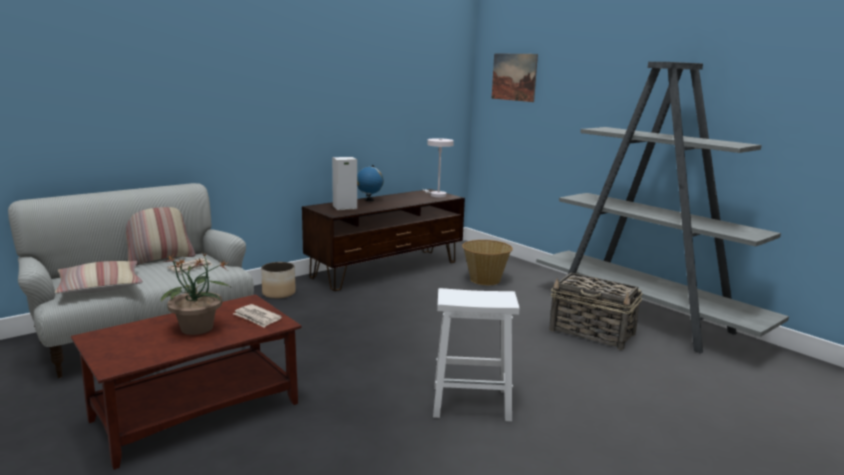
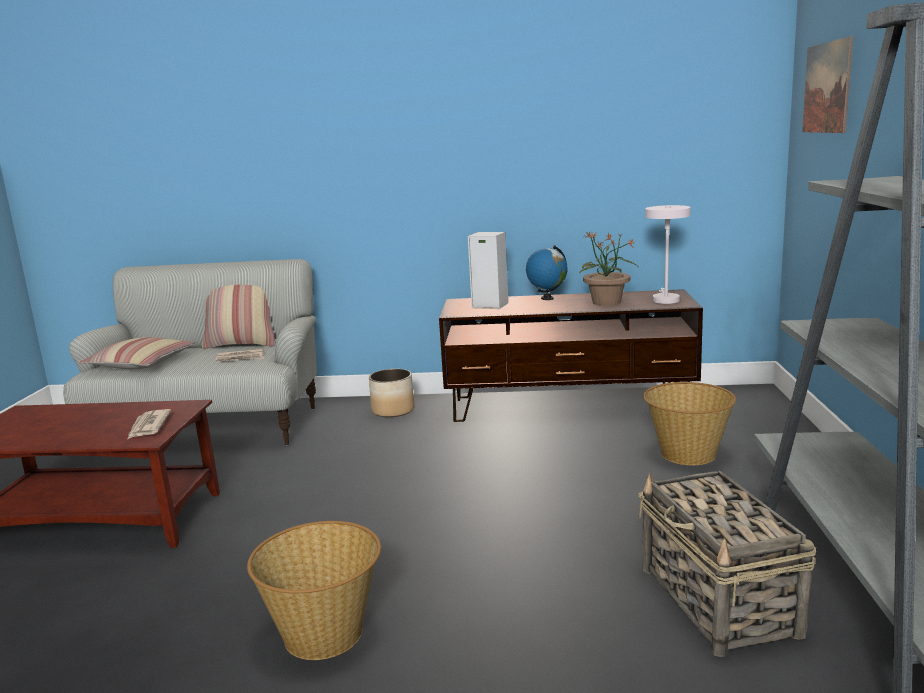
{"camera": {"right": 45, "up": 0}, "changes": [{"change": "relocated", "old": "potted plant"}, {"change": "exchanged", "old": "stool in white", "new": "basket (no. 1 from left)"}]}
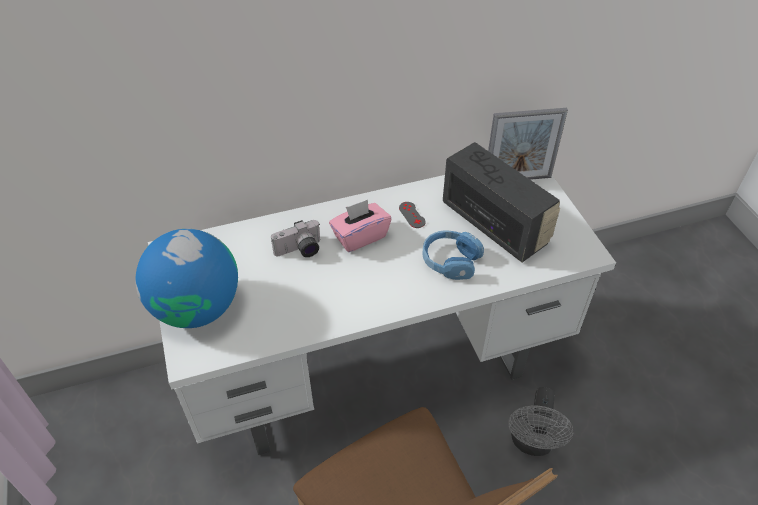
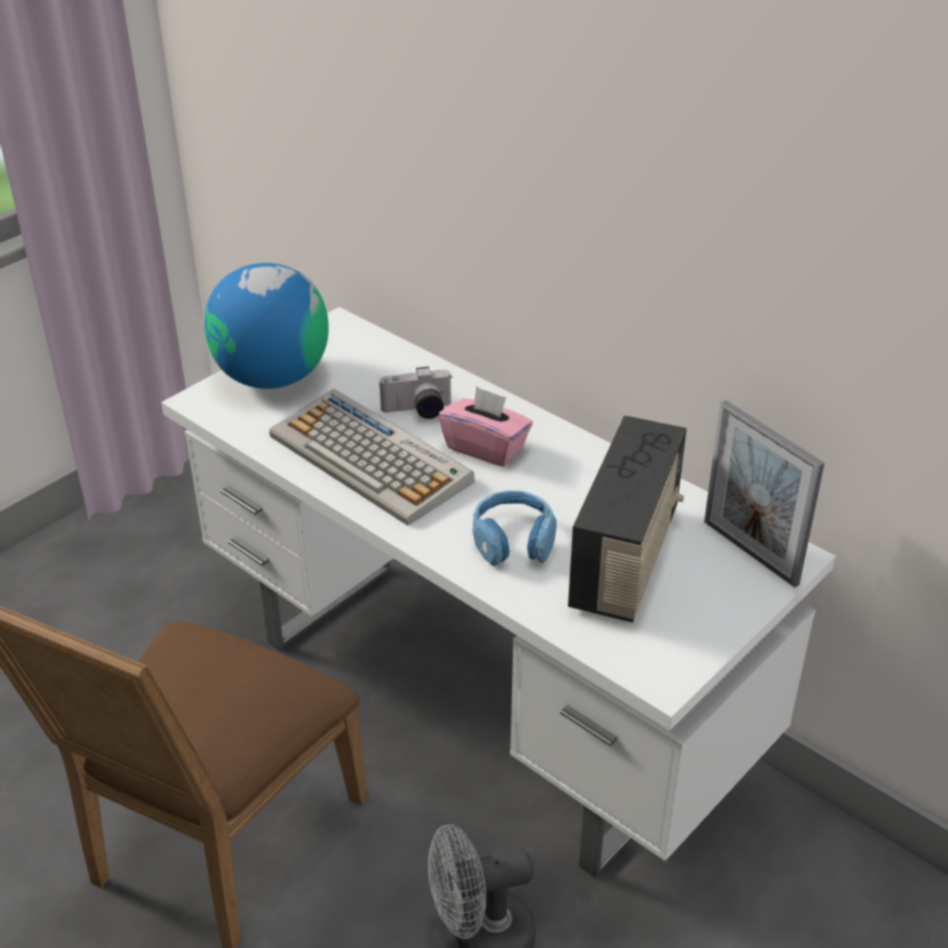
{"camera": {"right": 60, "up": -10}, "changes": [{"change": "missing", "old": "game controller in grey"}, {"change": "appeared", "new": "keyboard"}, {"change": "spun", "old": "photo camera", "degrees": -45}]}
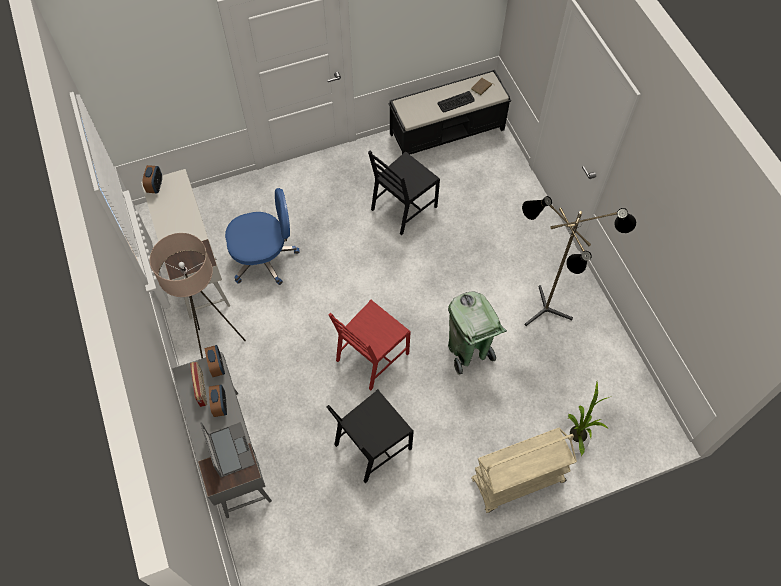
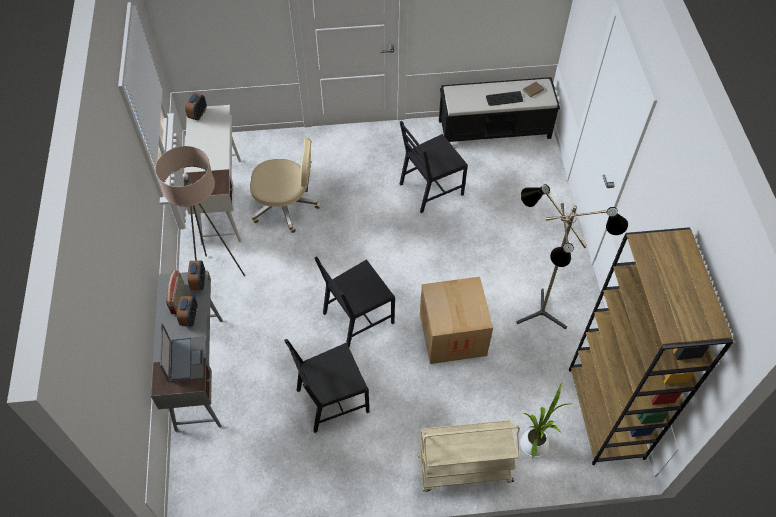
{"camera": {"right": 15, "up": -5}, "changes": [{"change": "appeared", "new": "bookcase in brown"}, {"change": "exchanged", "old": "trash can in green", "new": "cardboard box"}, {"change": "colour", "old": "office chair in blue", "new": "office chair in beige"}, {"change": "colour", "old": "chair in red", "new": "chair in black (no. 2 from left)"}]}
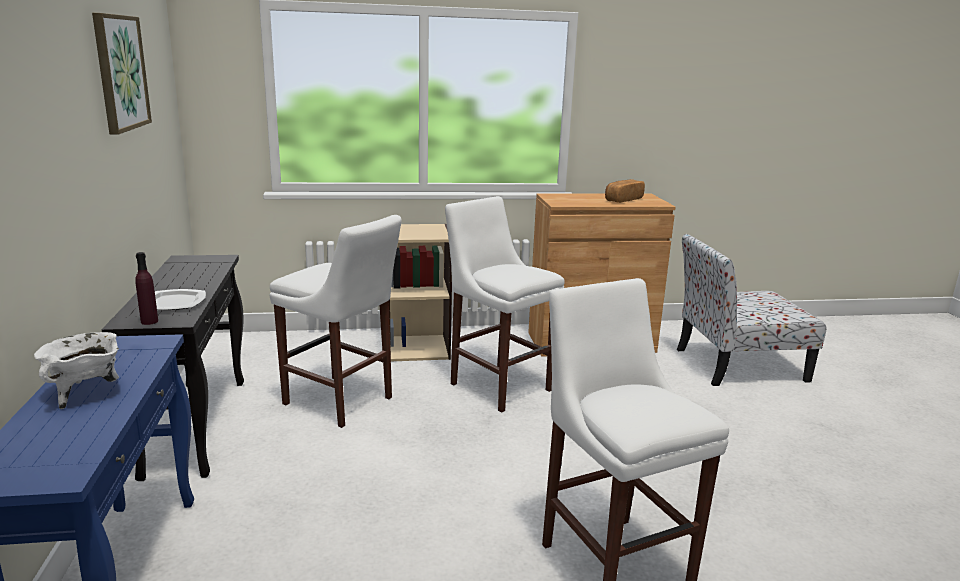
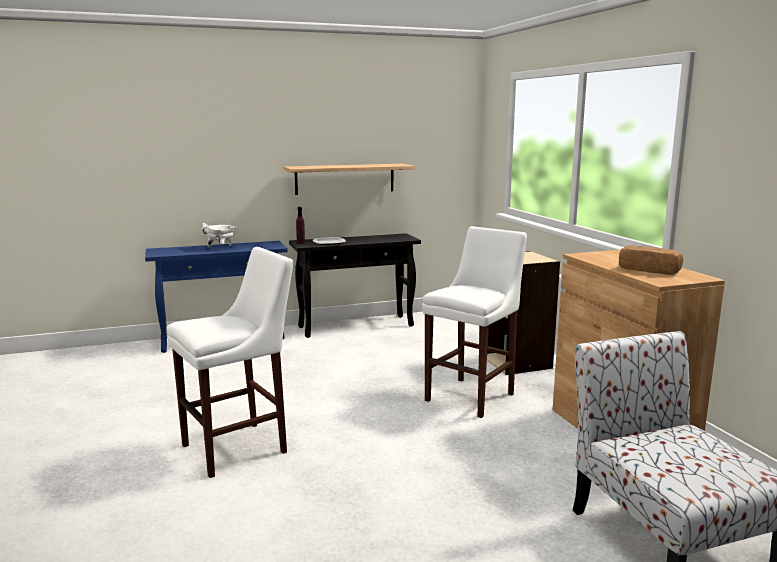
{"camera": {"right": 80, "up": -5}, "changes": [{"change": "missing", "old": "picture"}, {"change": "missing", "old": "stool in white (no. 1 from left)"}, {"change": "appeared", "new": "shelf"}]}
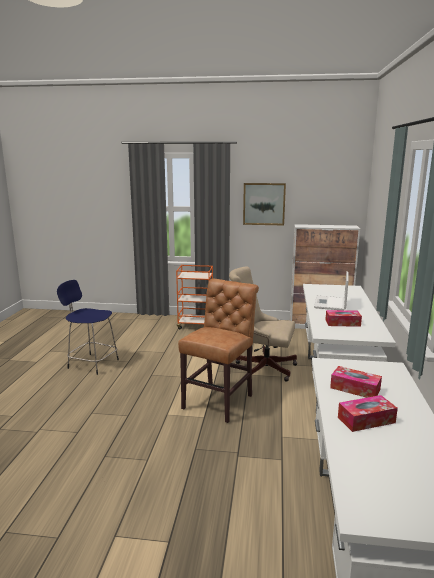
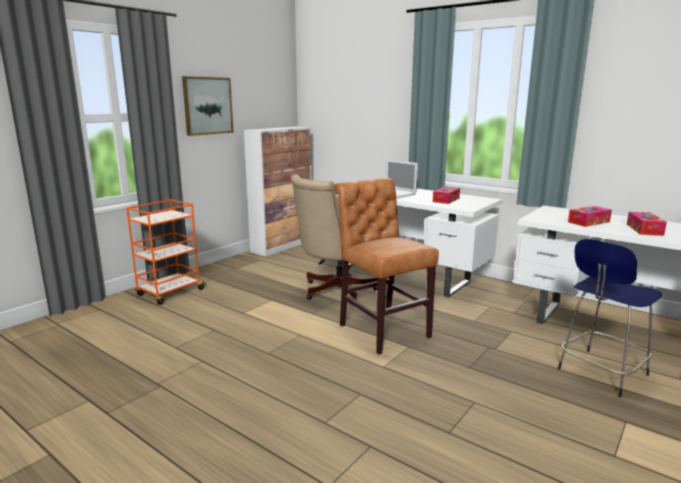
{"camera": {"right": -60, "up": 0}, "changes": [{"change": "relocated", "old": "stool in blue"}]}
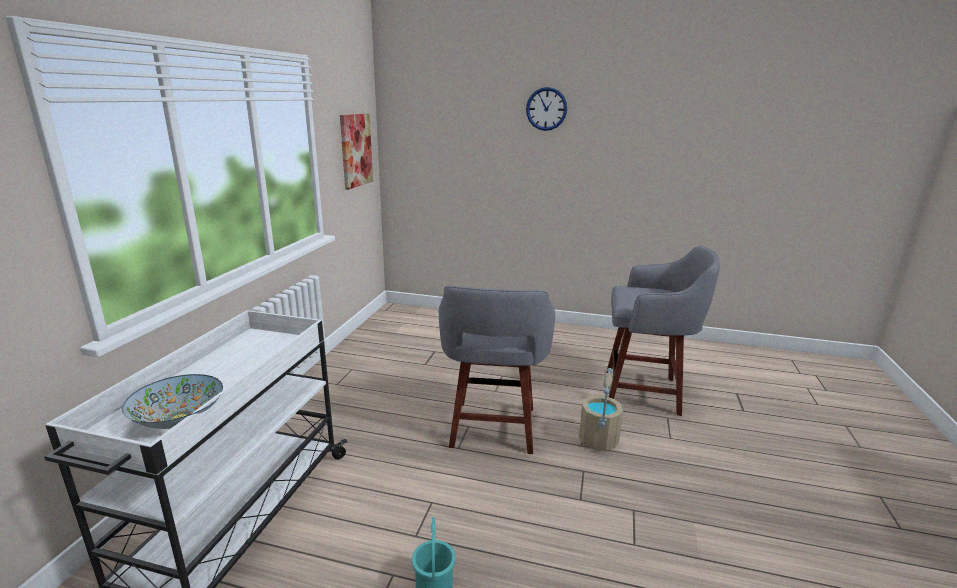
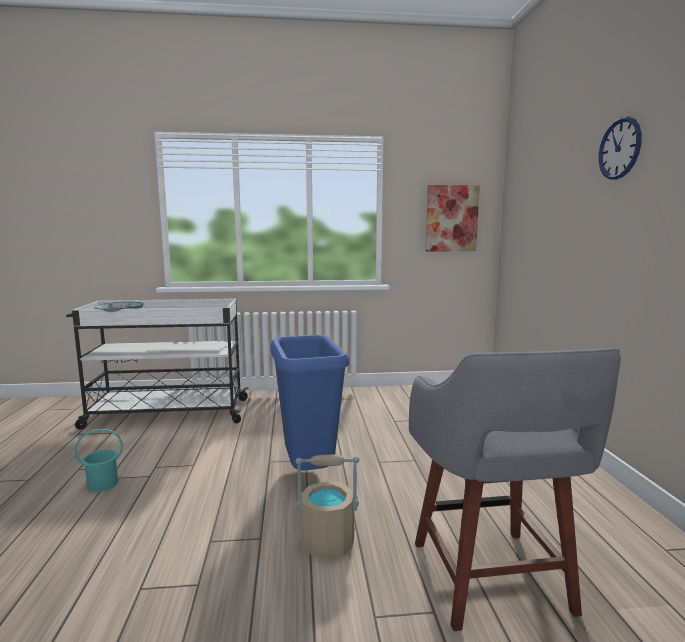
{"camera": {"right": 70, "up": -10}, "changes": [{"change": "exchanged", "old": "stool in grey (no. 1 from left)", "new": "trash can in blue"}]}
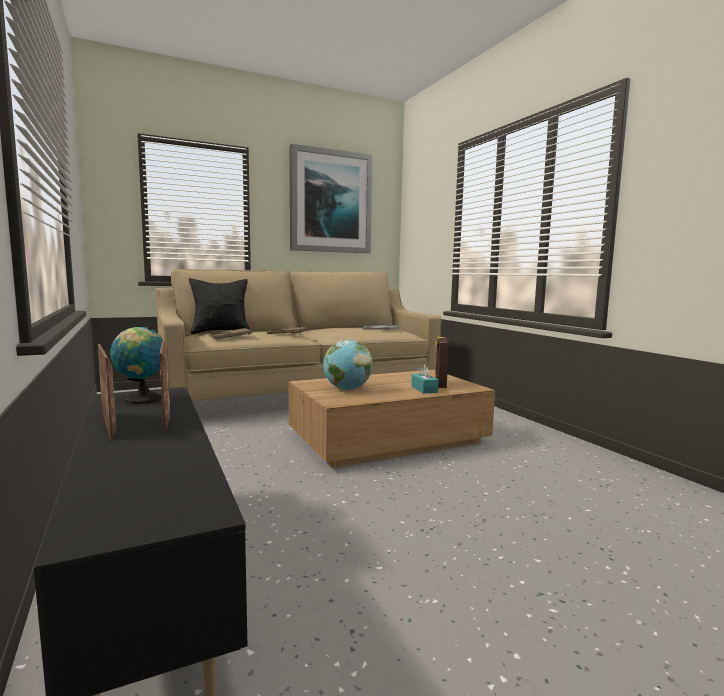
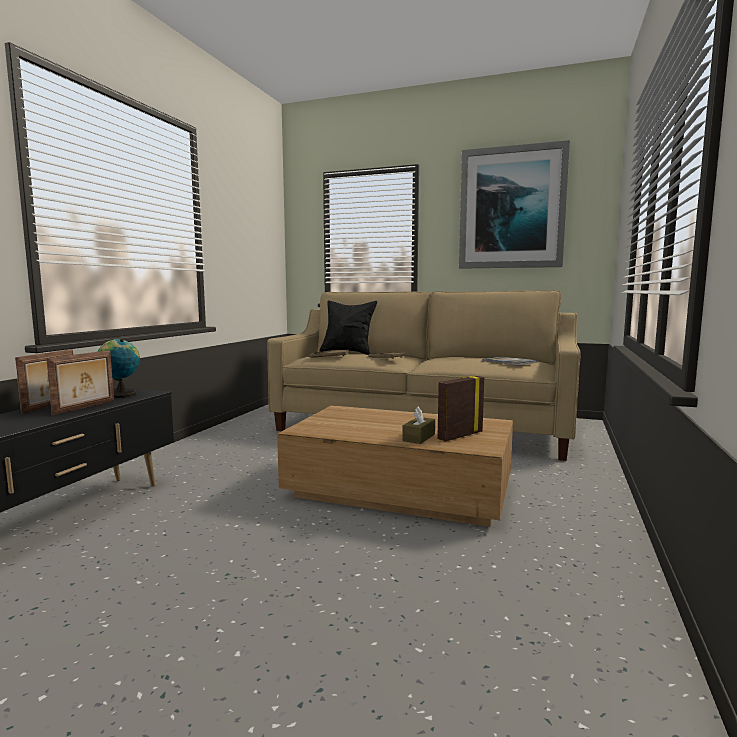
{"camera": {"right": 45, "up": 0}, "changes": [{"change": "missing", "old": "globe (no. 2 from left)"}, {"change": "colour", "old": "tissue box in turquoise", "new": "tissue box in brown"}]}
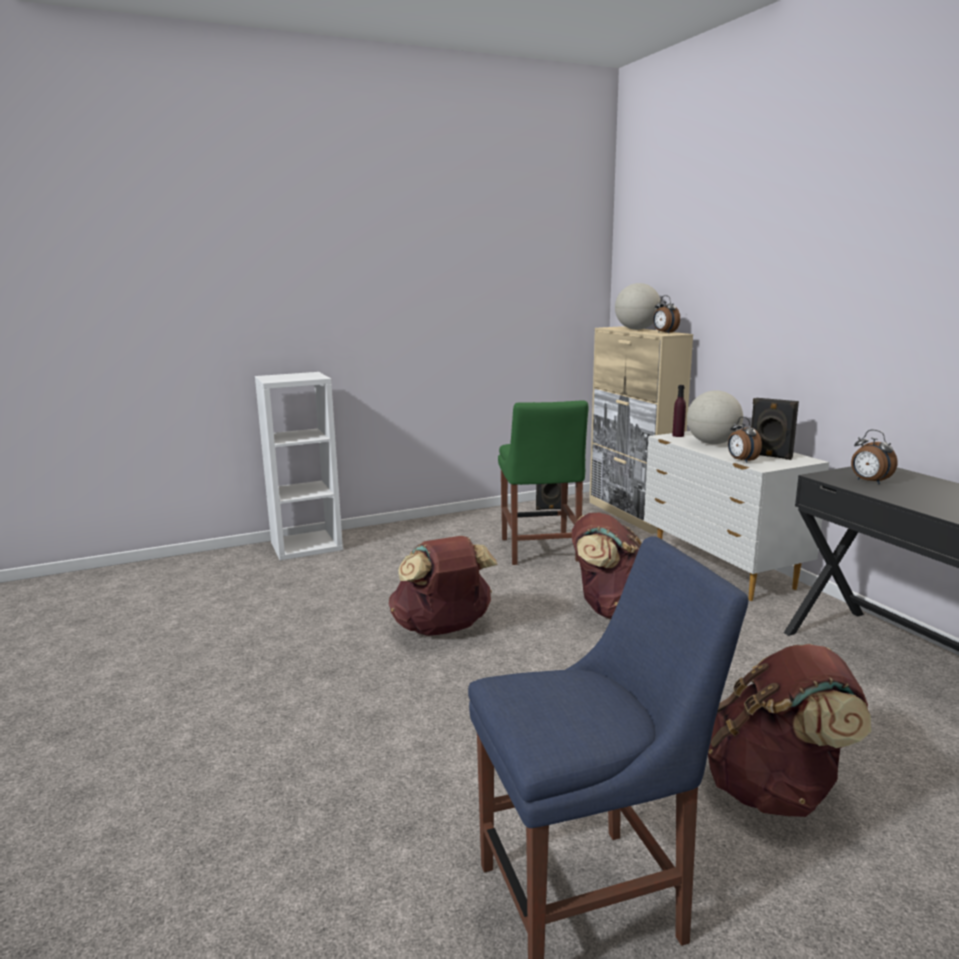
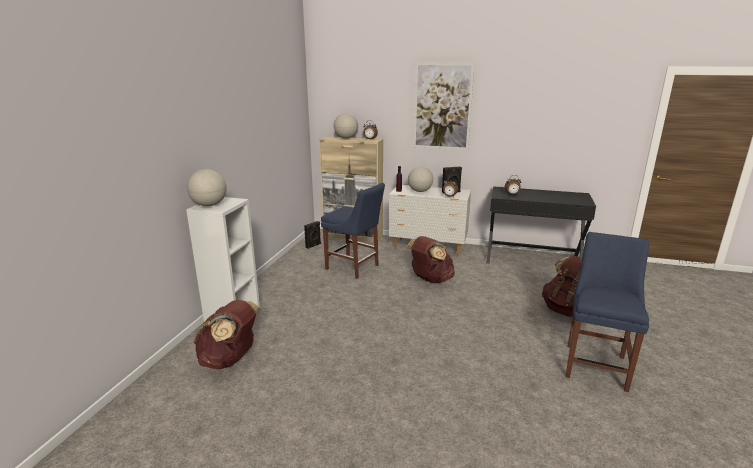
{"camera": {"right": -50, "up": 5}, "changes": [{"change": "appeared", "new": "globe (no. 1 from left)"}, {"change": "appeared", "new": "picture"}, {"change": "relocated", "old": "backpack in brown (no. 1 from left)"}, {"change": "colour", "old": "chair in green", "new": "chair in blue (no. 1 from left)"}]}
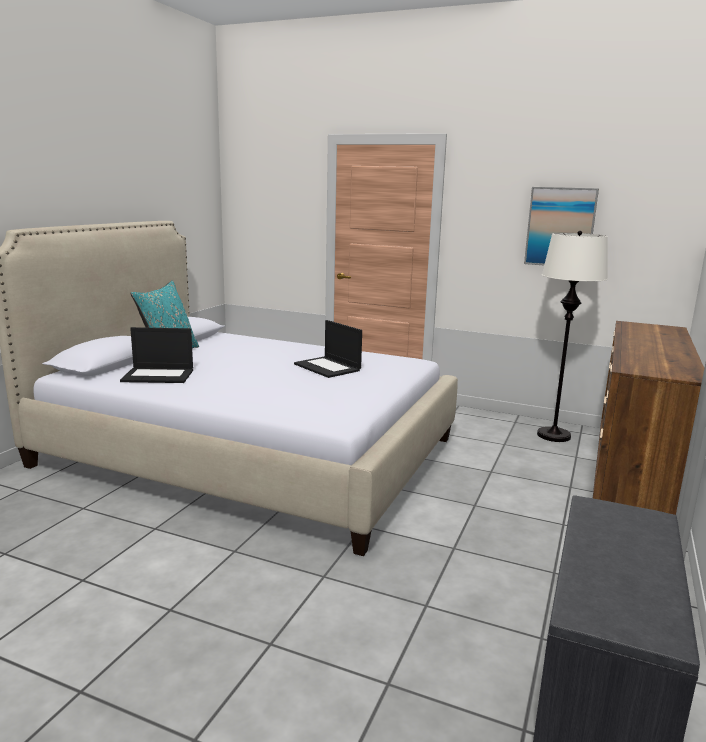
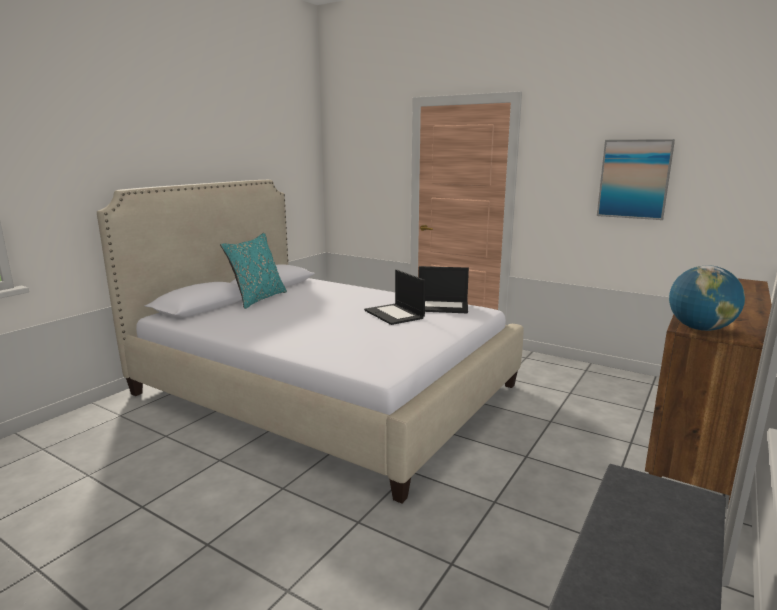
{"camera": {"right": 10, "up": 0}, "changes": [{"change": "missing", "old": "floor lamp in white"}, {"change": "appeared", "new": "globe"}, {"change": "relocated", "old": "laptop (no. 1 from left in the first image)", "new": "laptop (no. 2 from left)"}]}
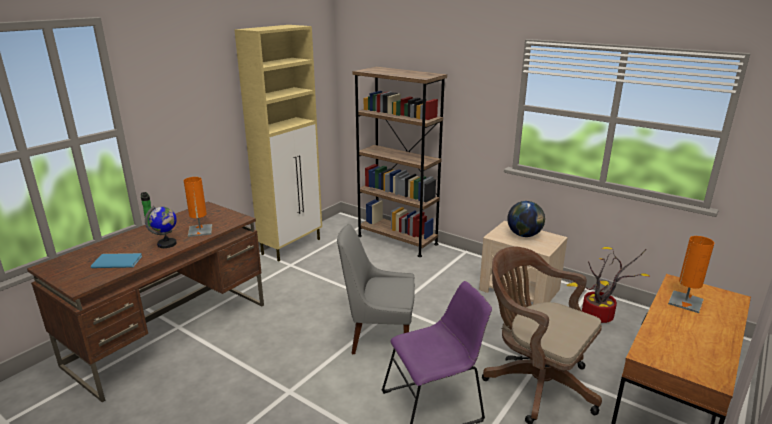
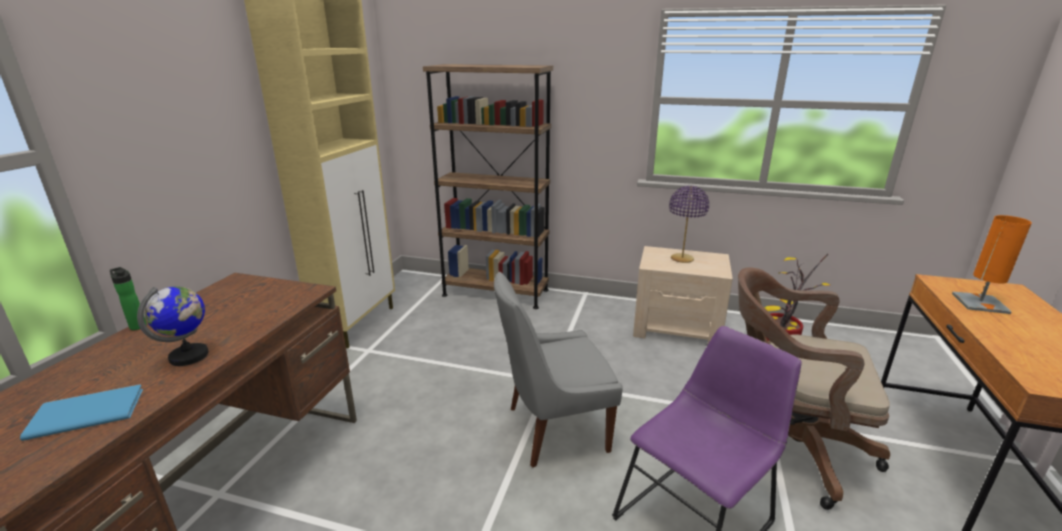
{"camera": {"right": -20, "up": 0}, "changes": [{"change": "missing", "old": "table lamp in orange (no. 1 from left)"}, {"change": "exchanged", "old": "globe (no. 2 from left)", "new": "table lamp in purple"}]}
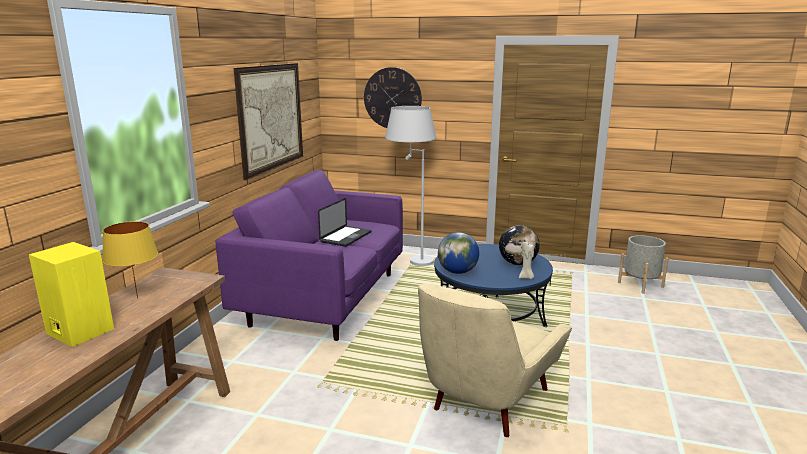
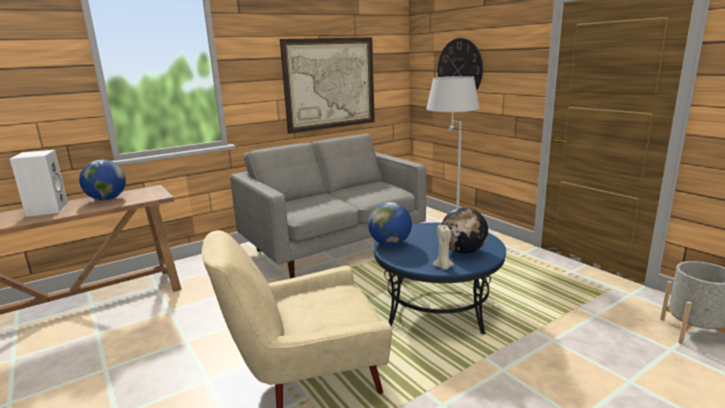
{"camera": {"right": 40, "up": 0}, "changes": [{"change": "missing", "old": "laptop"}, {"change": "exchanged", "old": "table lamp in yellow", "new": "globe (no. 1 from left)"}, {"change": "colour", "old": "speaker in yellow", "new": "speaker in white"}, {"change": "colour", "old": "sofa in purple", "new": "sofa in grey"}]}
